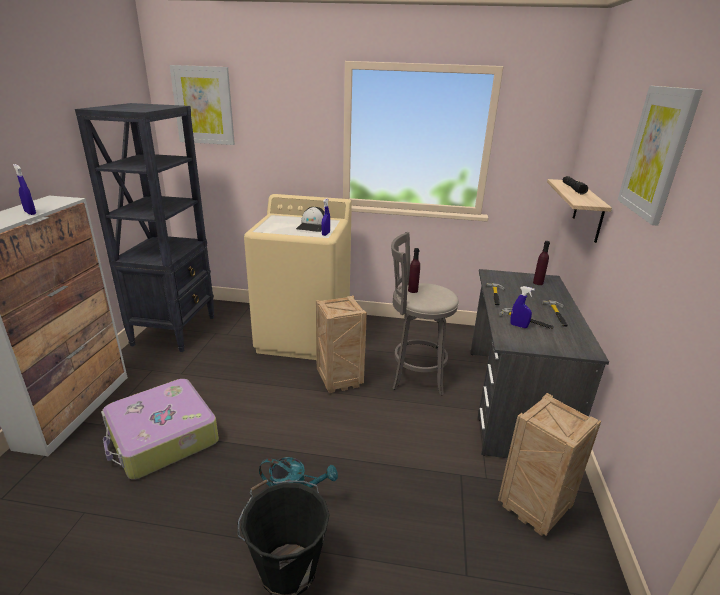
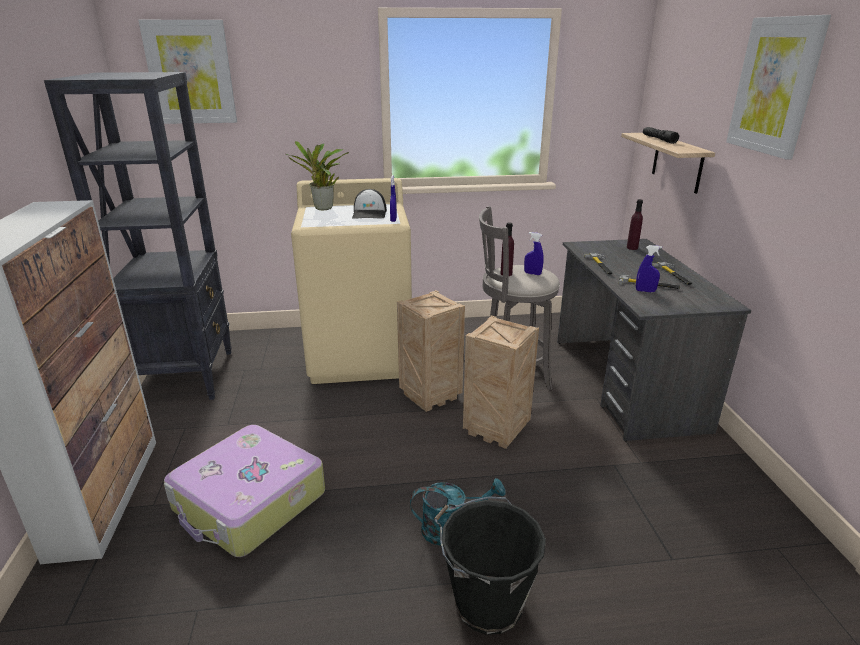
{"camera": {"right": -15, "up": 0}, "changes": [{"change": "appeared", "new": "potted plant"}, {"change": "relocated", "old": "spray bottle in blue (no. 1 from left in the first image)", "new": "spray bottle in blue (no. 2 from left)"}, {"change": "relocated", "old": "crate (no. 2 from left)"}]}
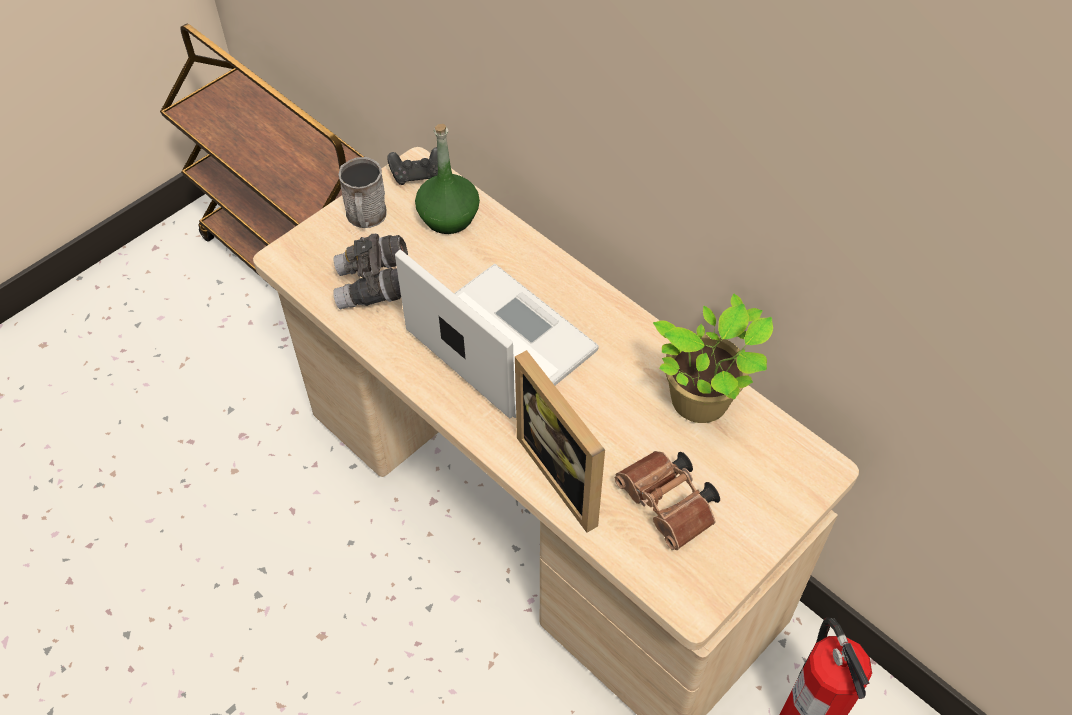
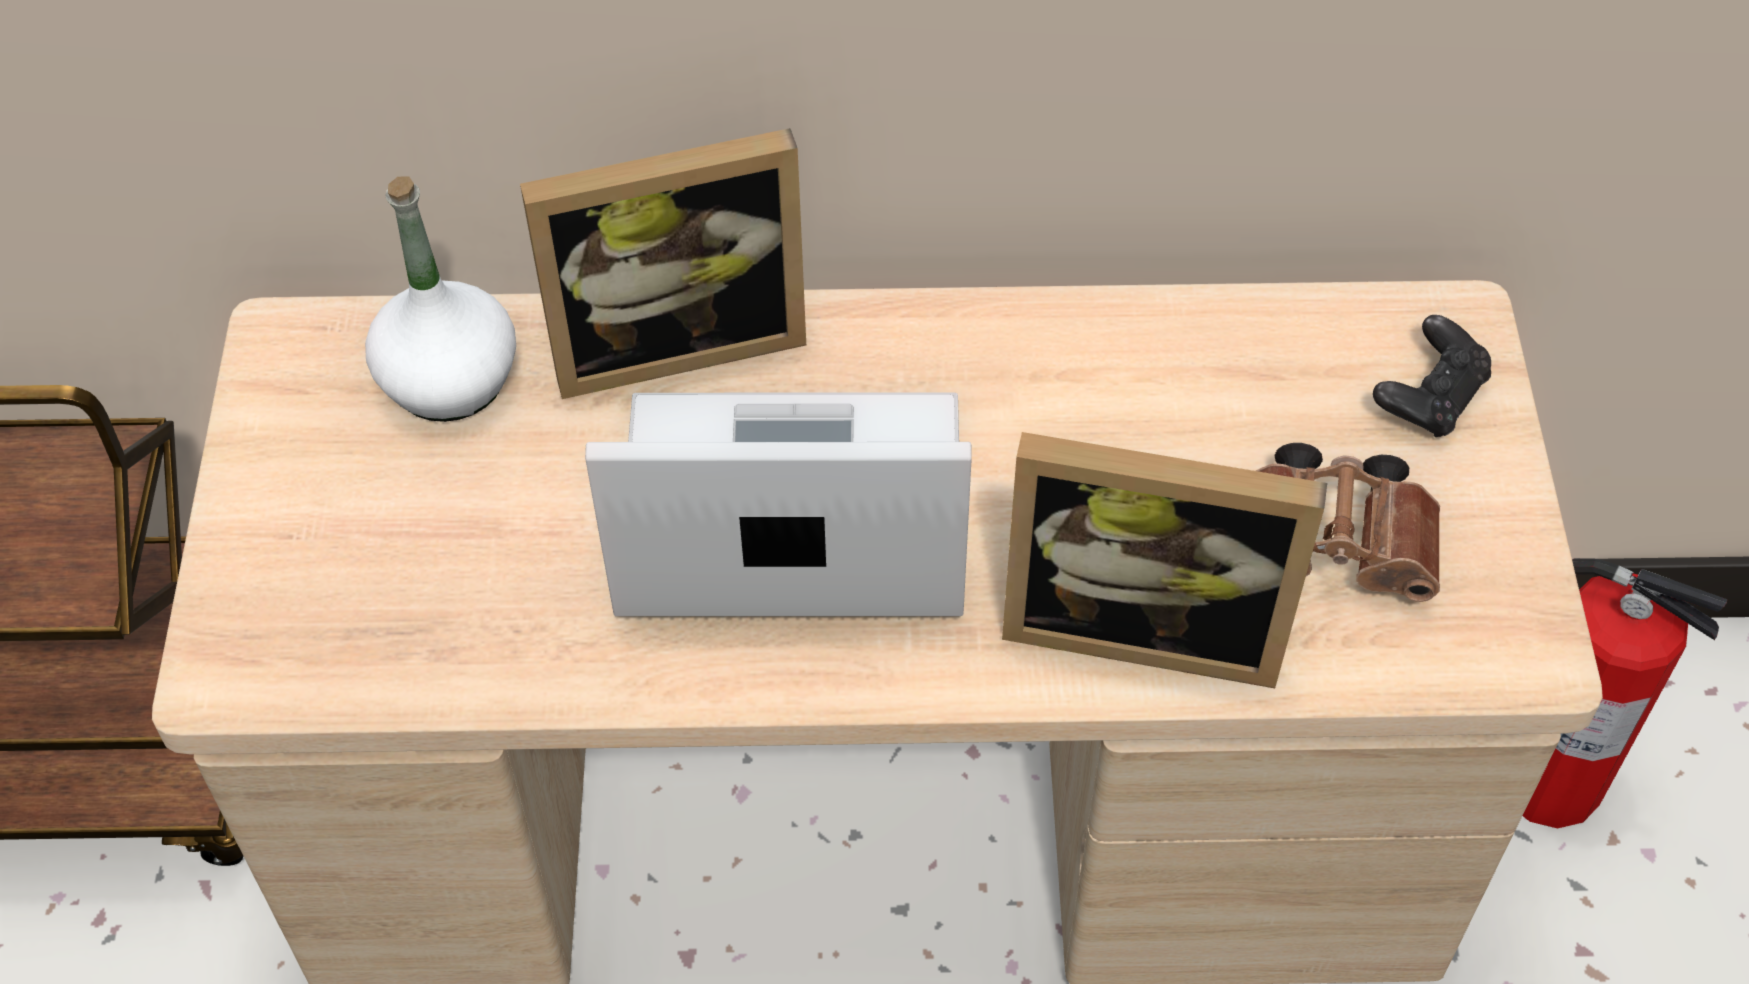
{"camera": {"right": -45, "up": 0}, "changes": [{"change": "missing", "old": "binoculars in grey"}, {"change": "missing", "old": "mug in grey"}, {"change": "missing", "old": "potted plant"}, {"change": "appeared", "new": "picture frame (no. 1 from left)"}, {"change": "relocated", "old": "game controller in black"}, {"change": "colour", "old": "bottle in green", "new": "bottle in white"}]}
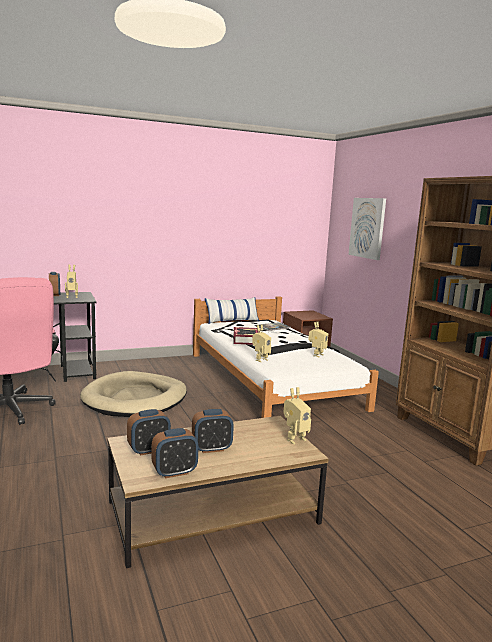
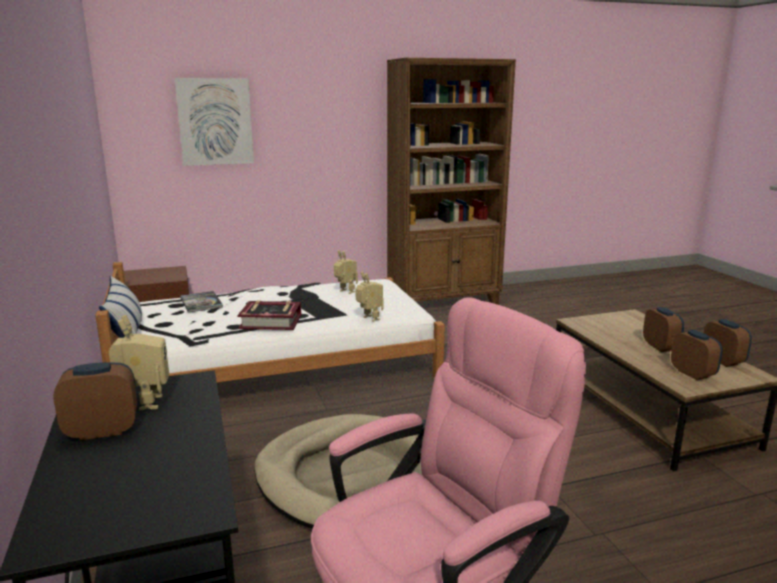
{"camera": {"right": -85, "up": 5}, "changes": [{"change": "missing", "old": "toy robot (no. 3 from left)"}]}
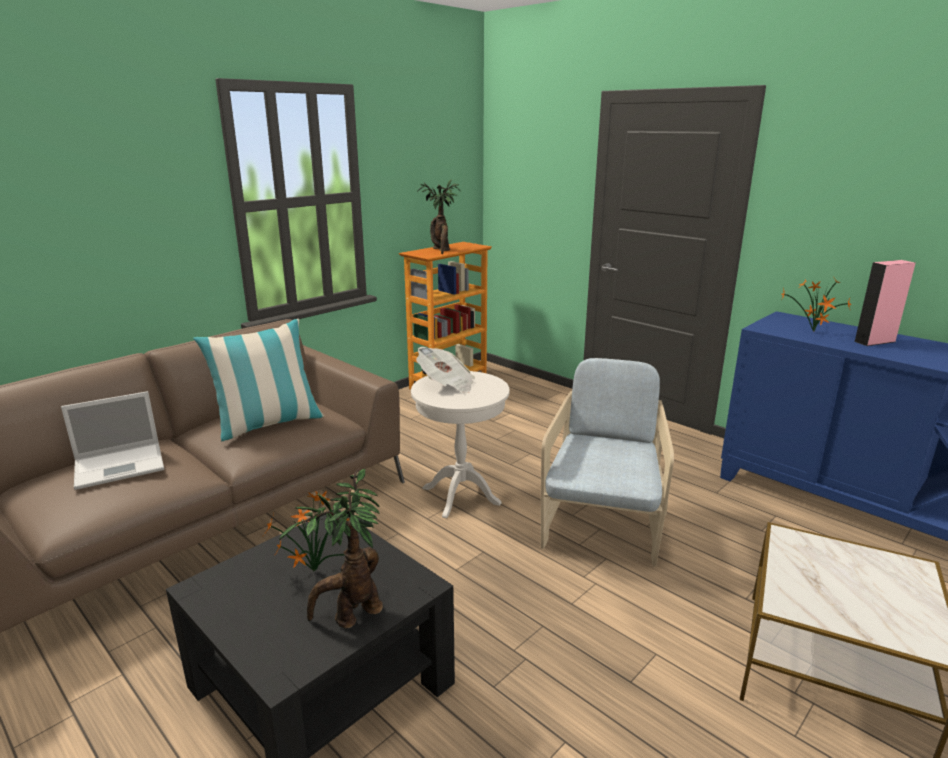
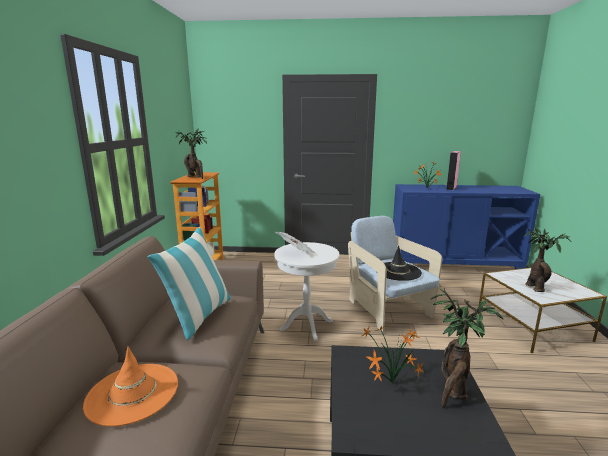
{"camera": {"right": -40, "up": -5}, "changes": [{"change": "appeared", "new": "hat in black"}, {"change": "appeared", "new": "potted plant (no. 5 from left)"}, {"change": "exchanged", "old": "laptop", "new": "hat in orange"}]}
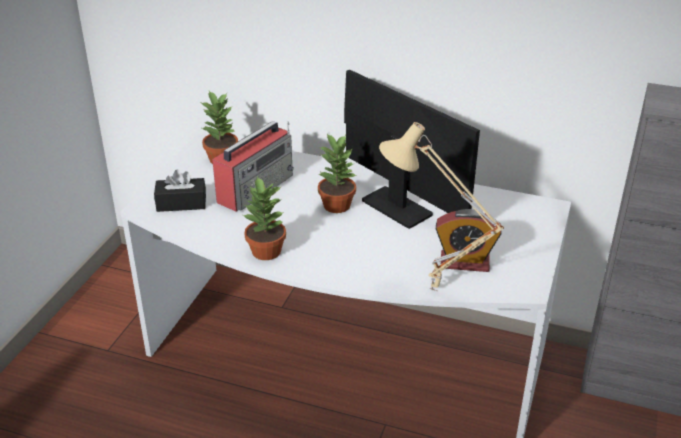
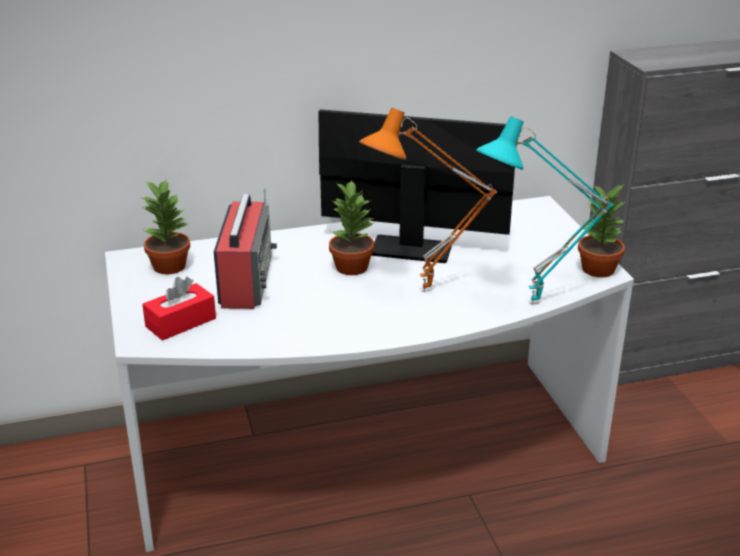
{"camera": {"right": -35, "up": -5}, "changes": [{"change": "missing", "old": "alarm clock"}, {"change": "appeared", "new": "table lamp in orange"}, {"change": "relocated", "old": "potted plant (no. 2 from left in the first image)", "new": "potted plant (no. 3 from left)"}, {"change": "colour", "old": "tissue box in black", "new": "tissue box in red"}, {"change": "colour", "old": "table lamp in beige", "new": "table lamp in turquoise"}]}
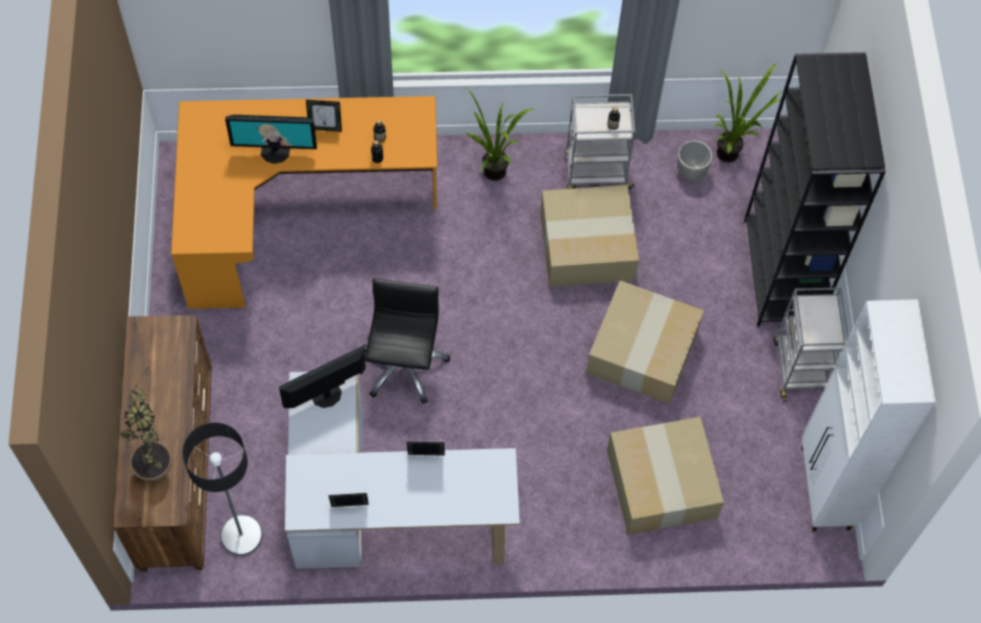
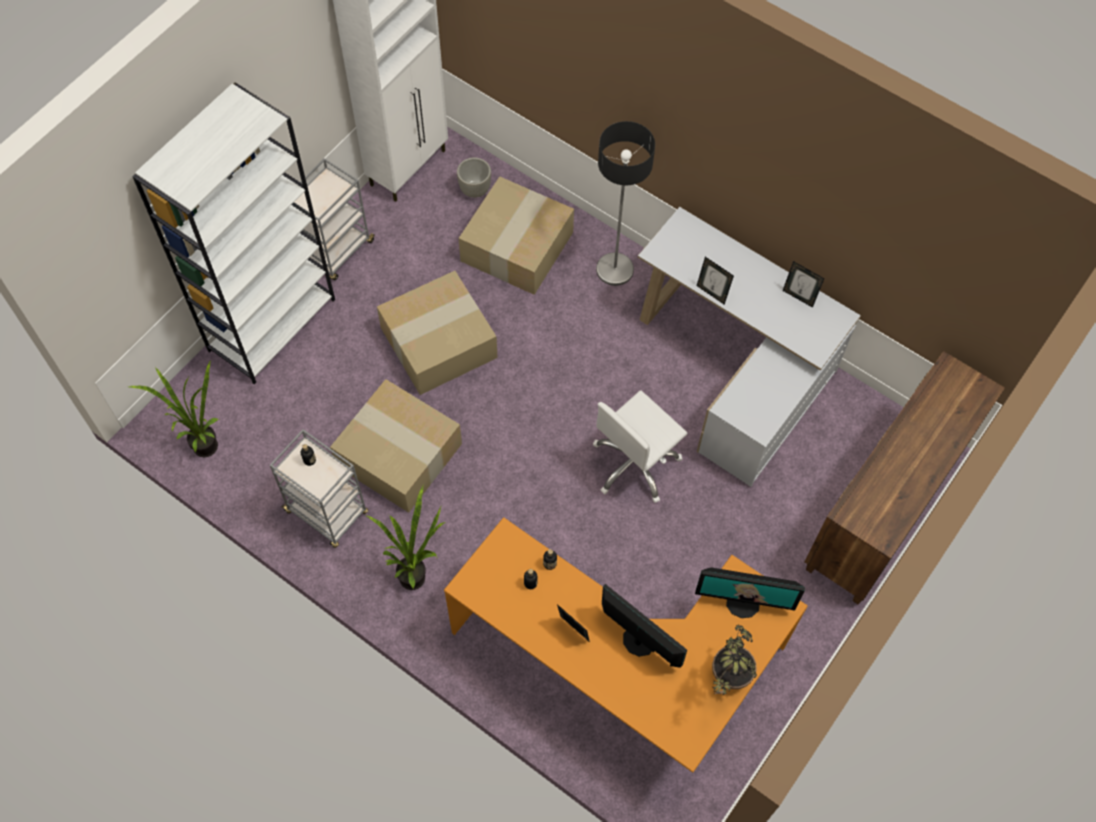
{"camera": {"right": -140, "up": 0}, "changes": [{"change": "relocated", "old": "potted plant (no. 1 from left in the first image)", "new": "potted plant (no. 3 from left)"}, {"change": "relocated", "old": "floor lamp"}, {"change": "relocated", "old": "monitor (no. 2 from left)"}, {"change": "relocated", "old": "planter in grey"}, {"change": "colour", "old": "office chair in black", "new": "office chair in white"}, {"change": "colour", "old": "bookcase in black", "new": "bookcase in white"}]}
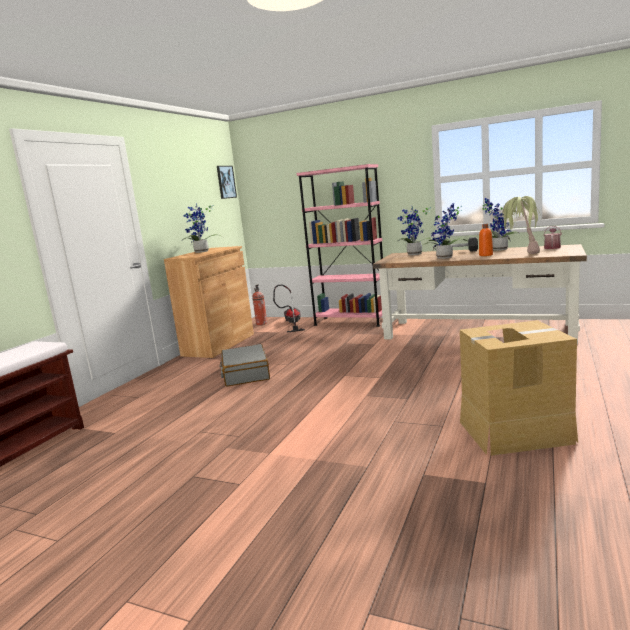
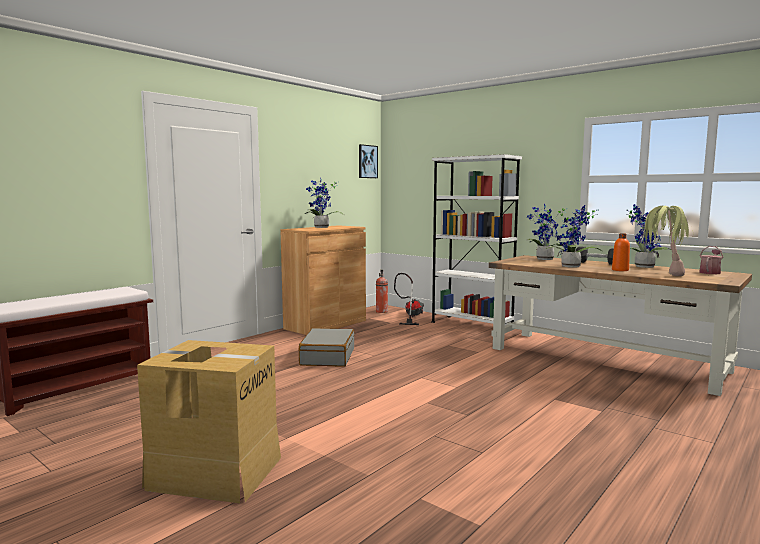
{"camera": {"right": 15, "up": -5}, "changes": [{"change": "relocated", "old": "cardboard box"}, {"change": "colour", "old": "bookcase in pink", "new": "bookcase in white"}]}
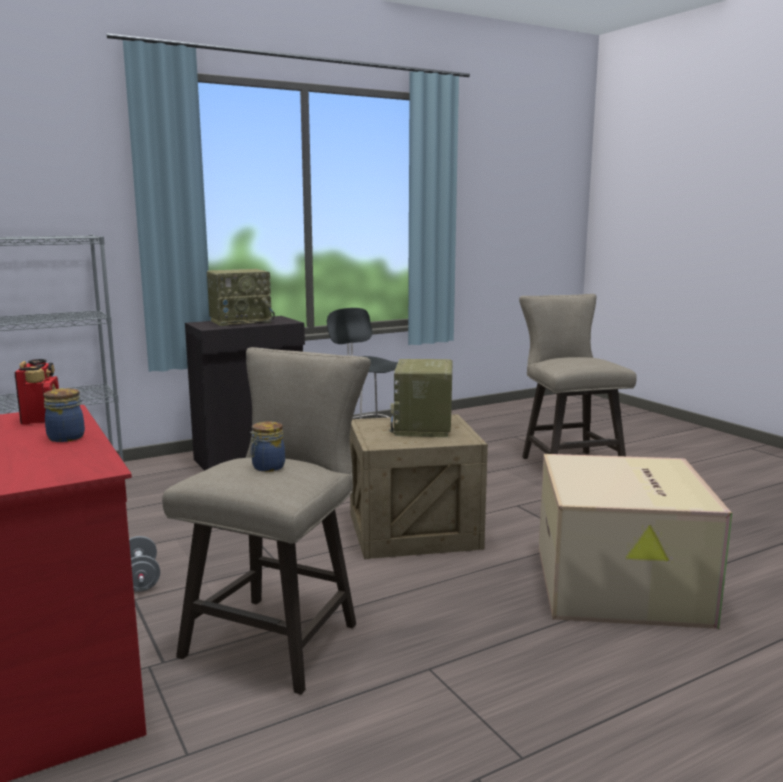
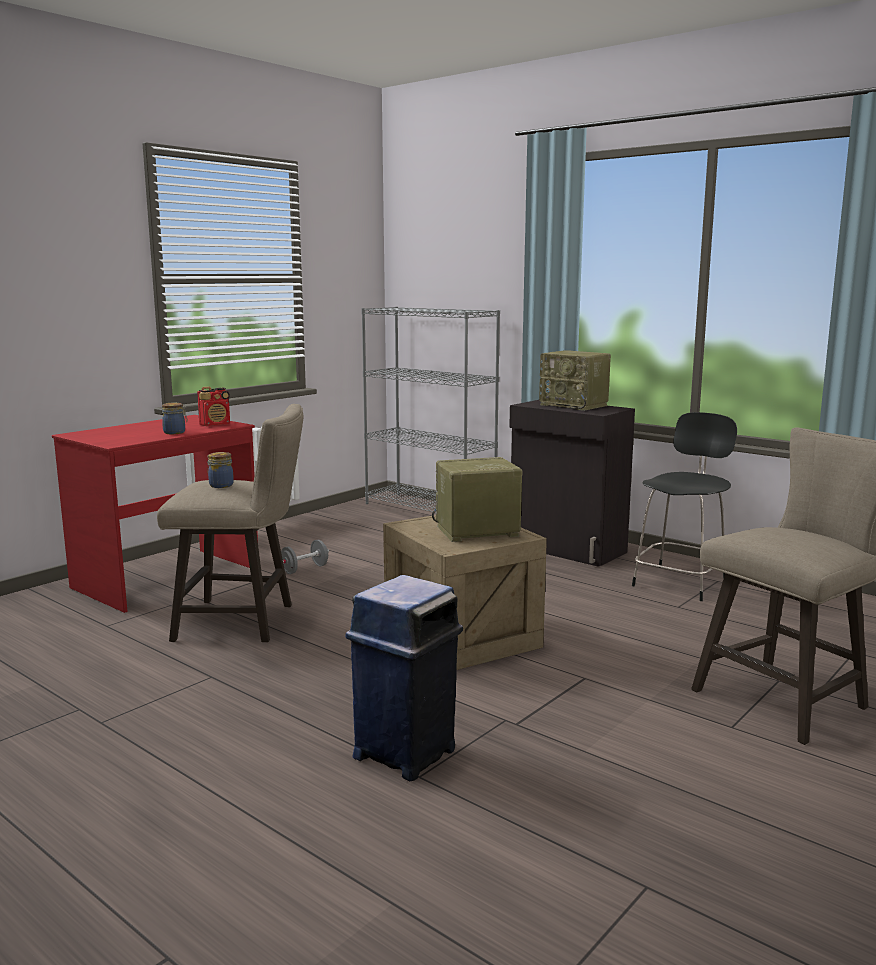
{"camera": {"right": 70, "up": 0}, "changes": [{"change": "exchanged", "old": "cardboard box", "new": "trash can in blue"}]}
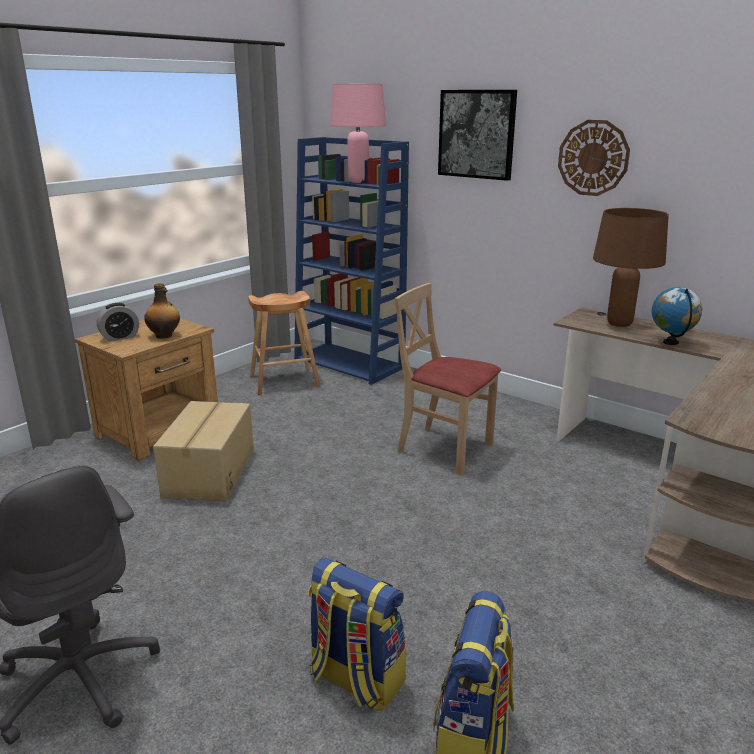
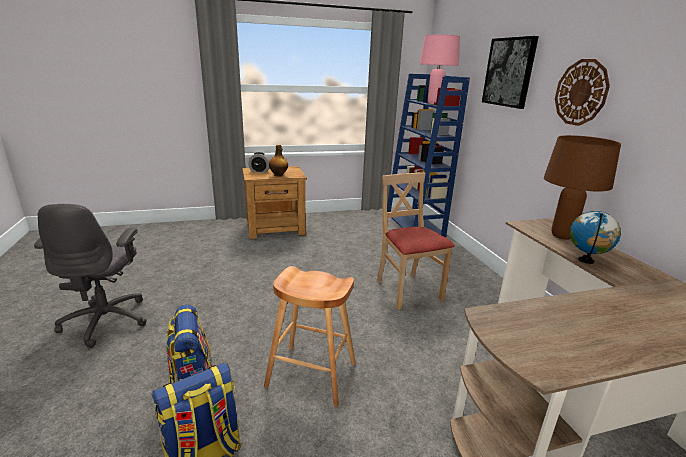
{"camera": {"right": 35, "up": 0}, "changes": [{"change": "missing", "old": "cardboard box"}, {"change": "relocated", "old": "stool in brown"}]}
